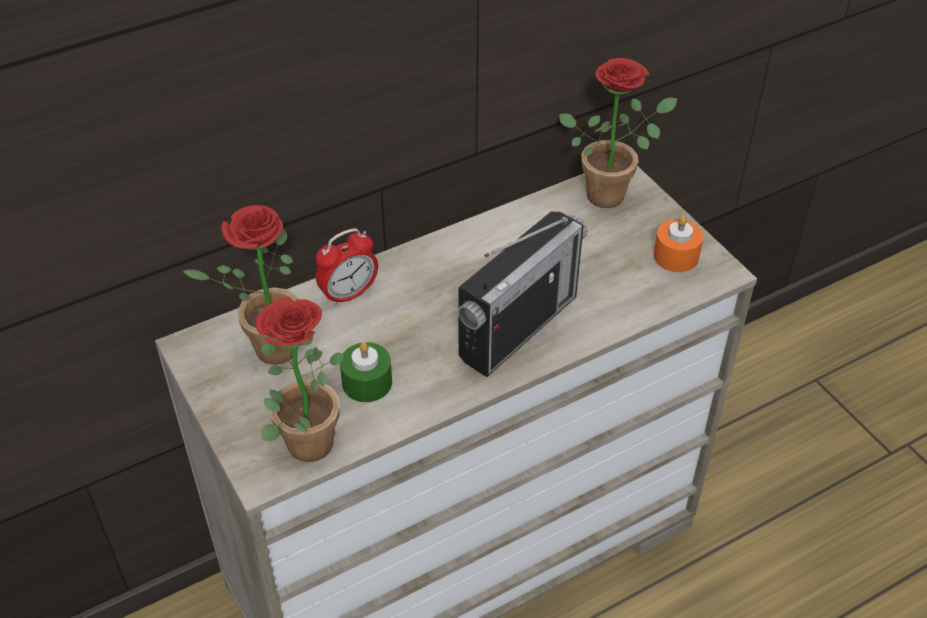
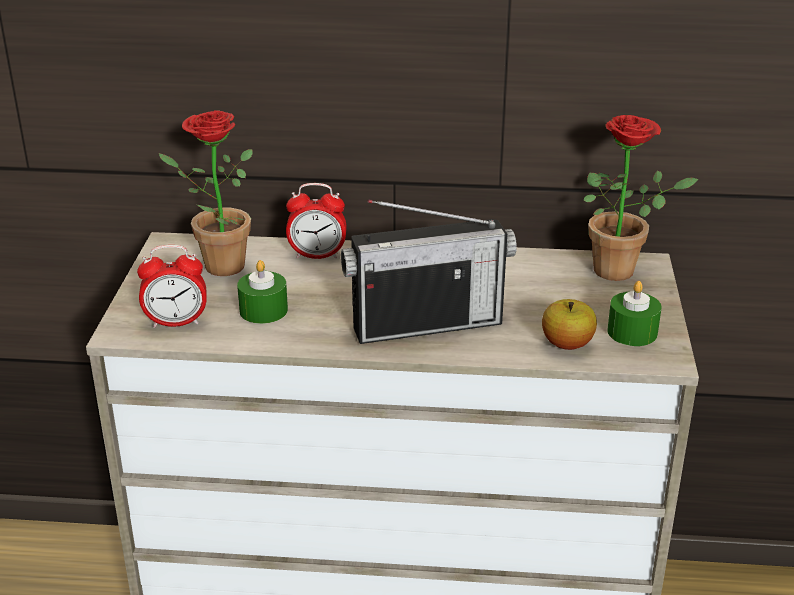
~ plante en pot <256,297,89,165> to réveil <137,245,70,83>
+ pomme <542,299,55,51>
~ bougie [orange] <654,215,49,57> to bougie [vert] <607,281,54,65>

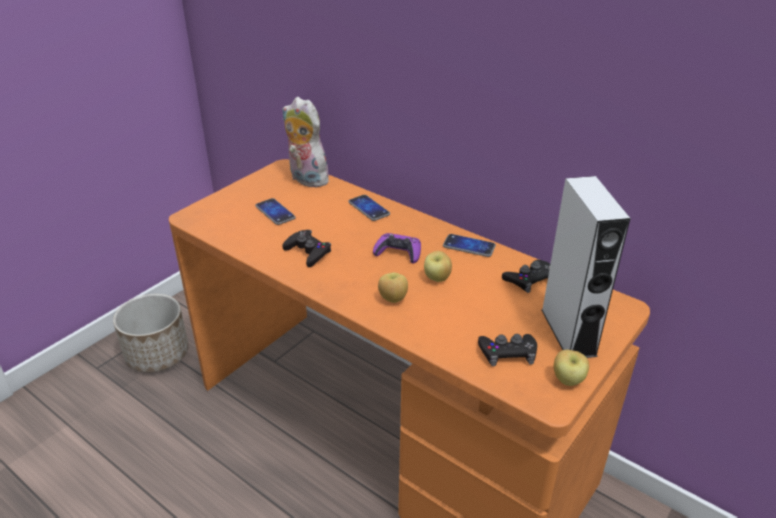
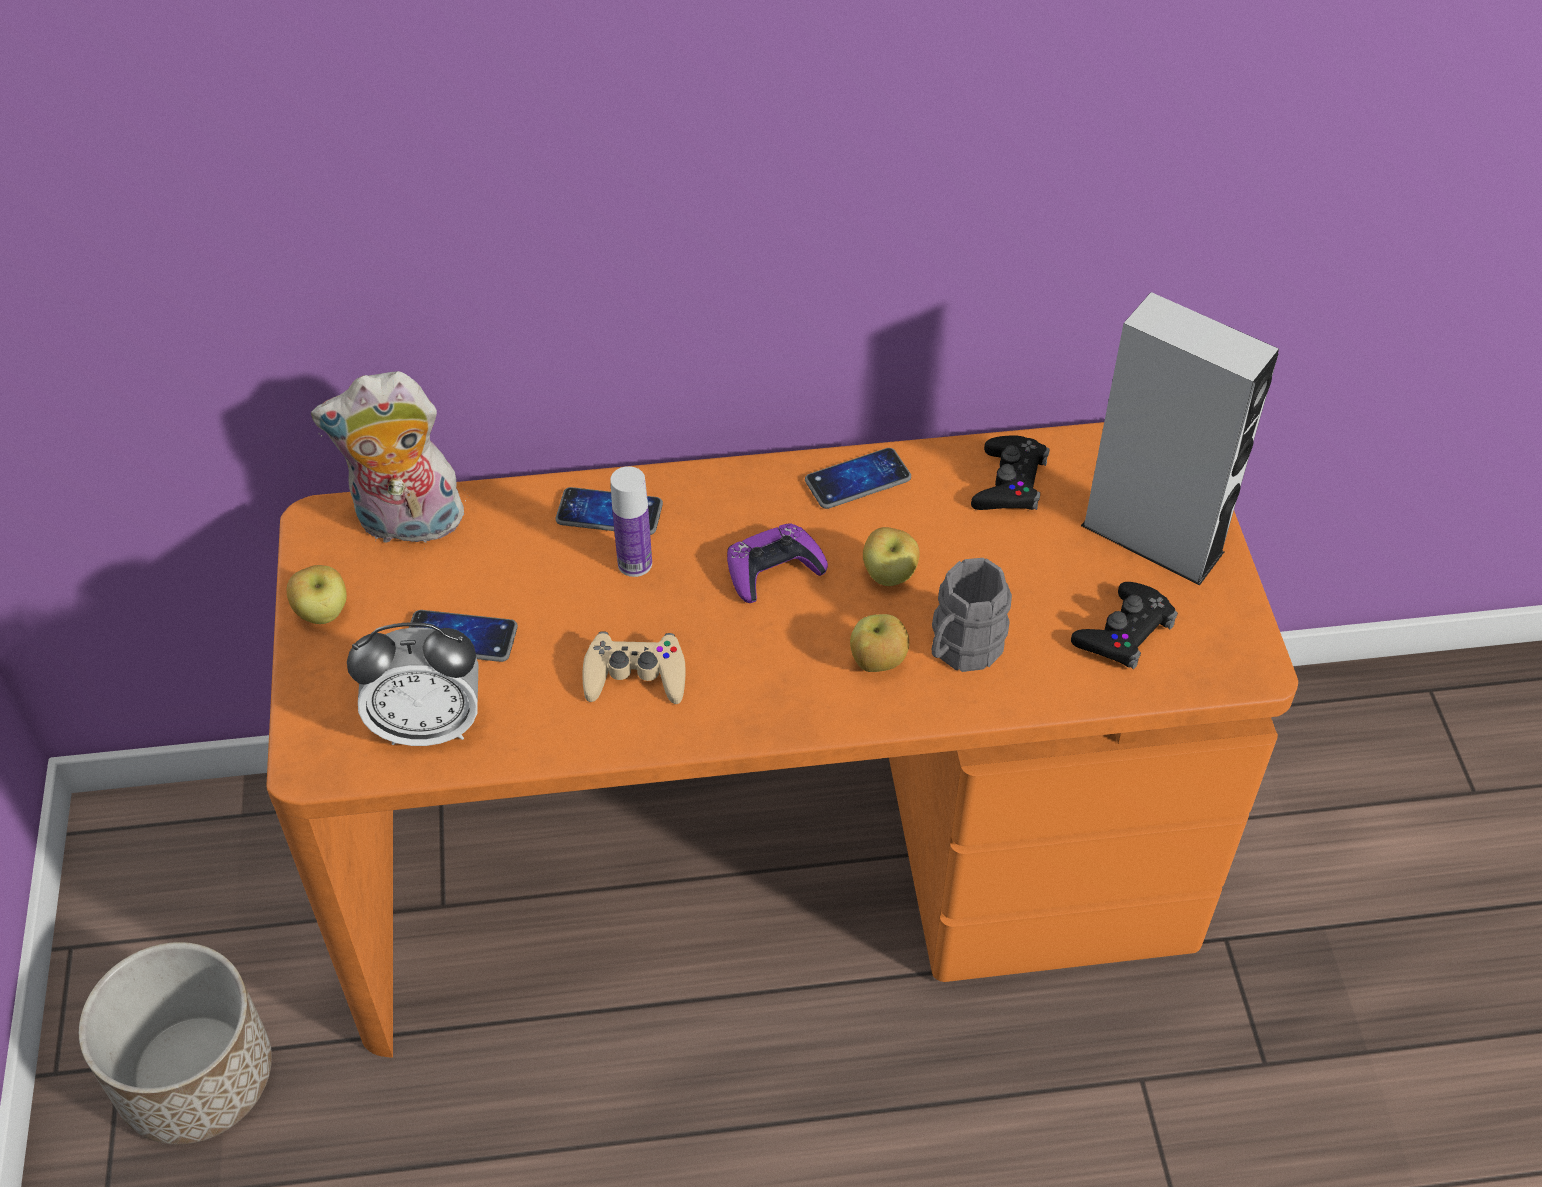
~ pomme <554,350,35,36> to <287,565,60,59>
+ réveil <347,623,131,123>
~ manette [noir] <283,230,48,37> to manette [beige] <583,631,103,73>
+ bouteille <610,466,42,111>
+ mug [gris] <932,558,80,114>

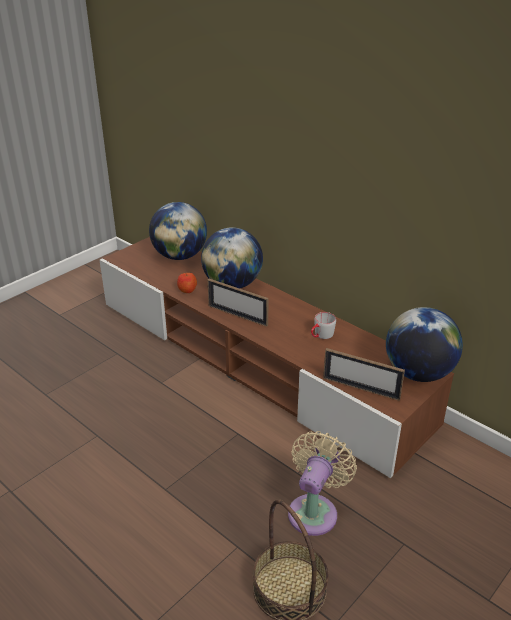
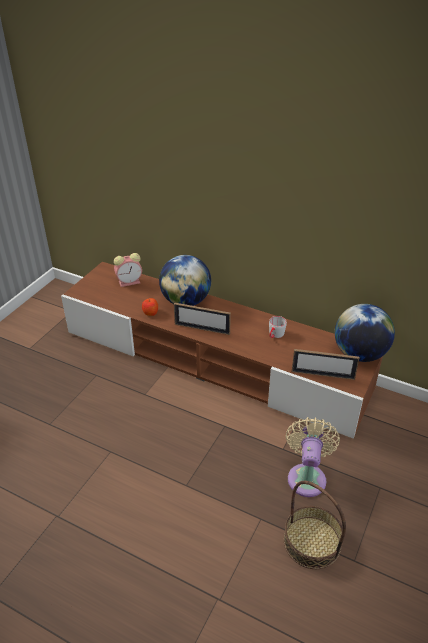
~ globe <149,202,58,58> to réveil <114,253,28,34>

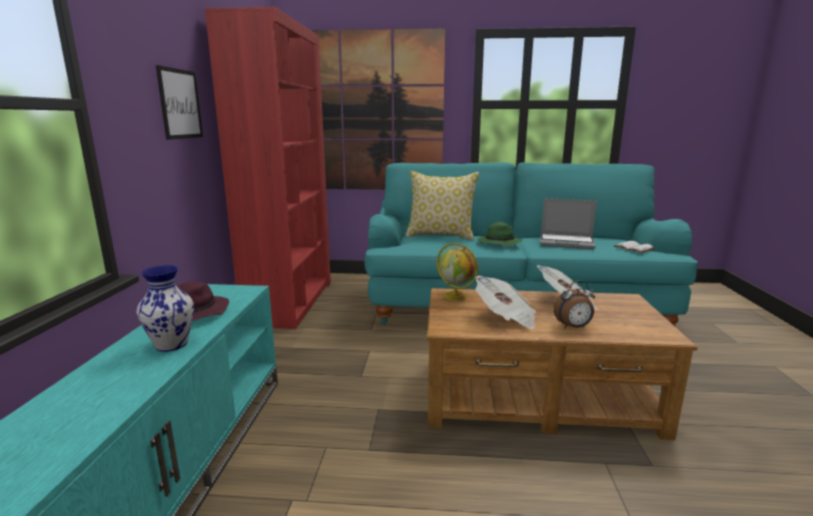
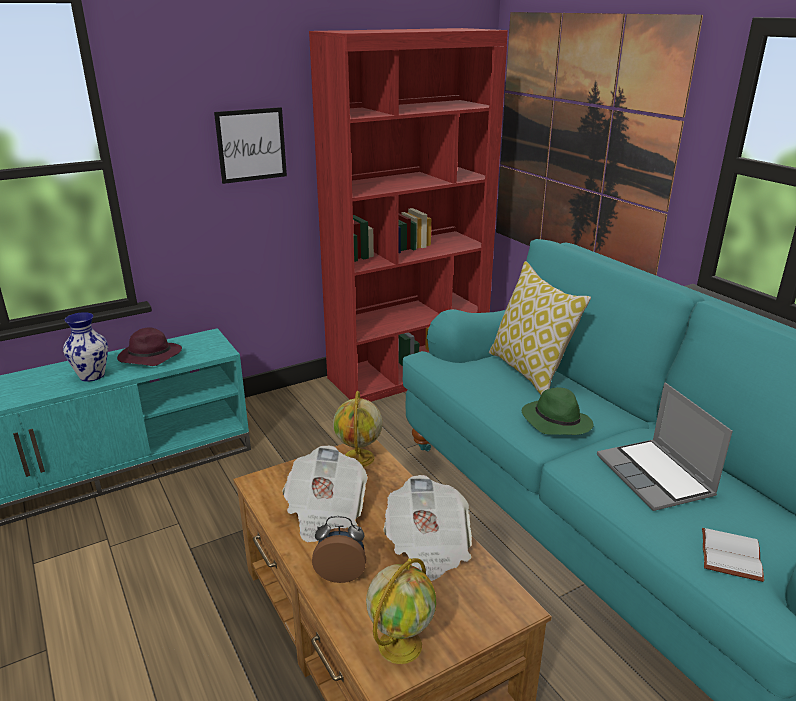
~ réveil <553,281,42,47> = <312,516,54,67> 135 degrees clockwise
+ globe <366,558,70,106>

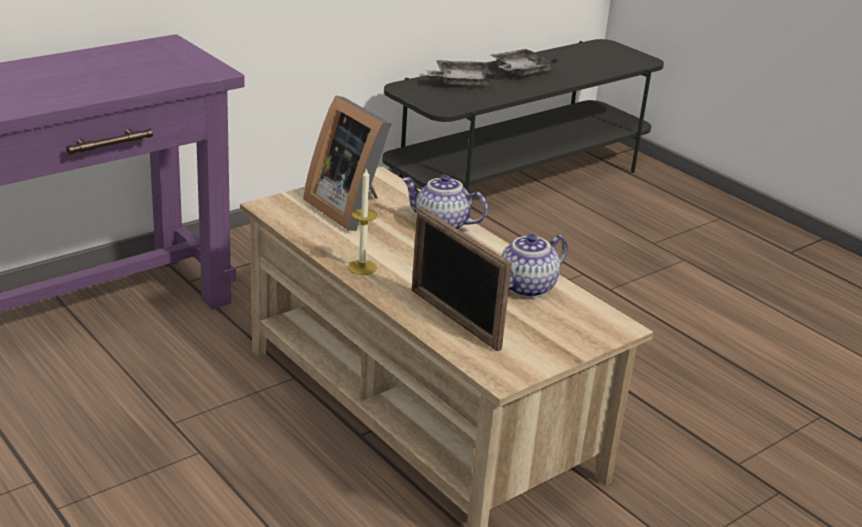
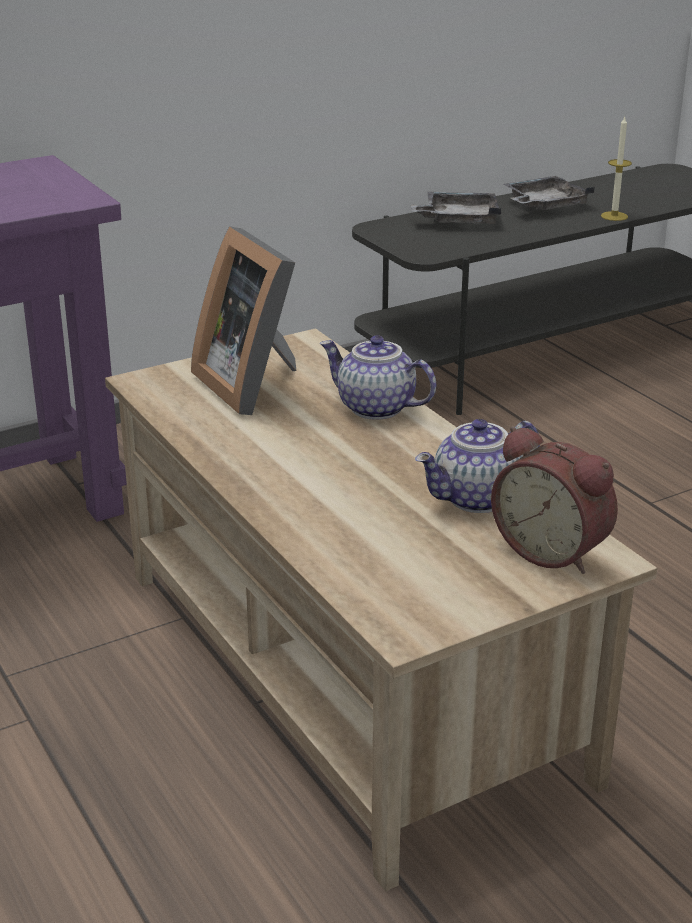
+ réveil <491,426,127,148>
~ bougie <348,168,29,107> to <601,117,31,104>
- cadre photo <412,207,100,145>

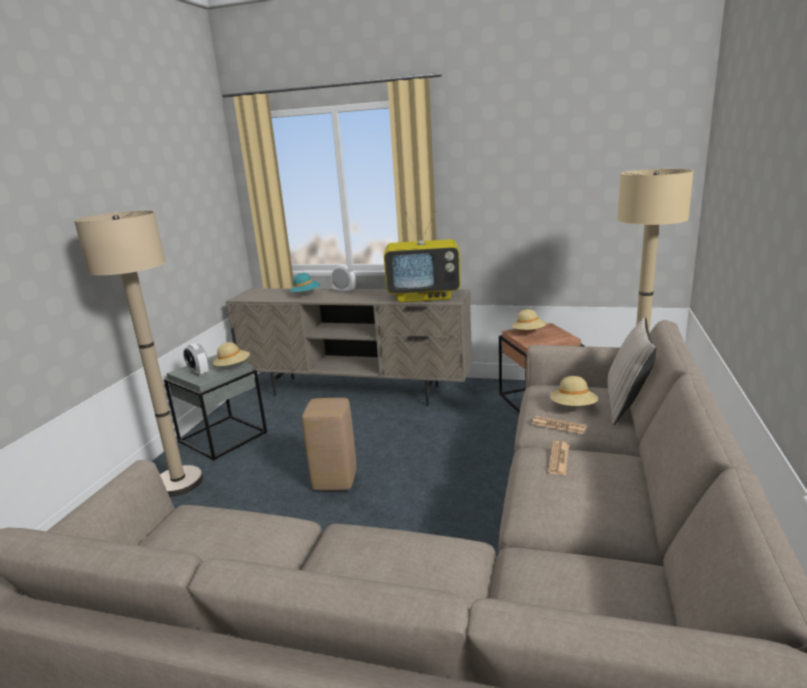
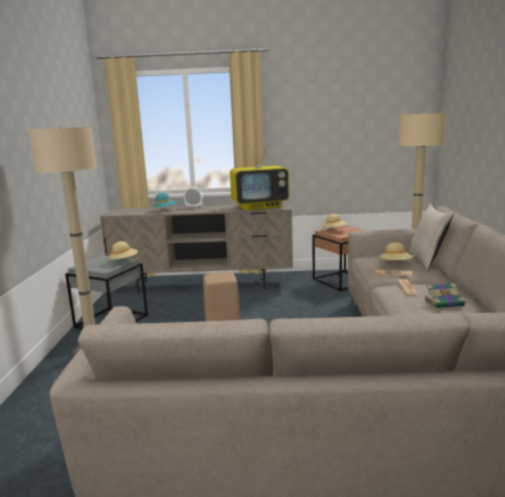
+ livre <424,283,44,25>
- réveil <183,343,26,34>

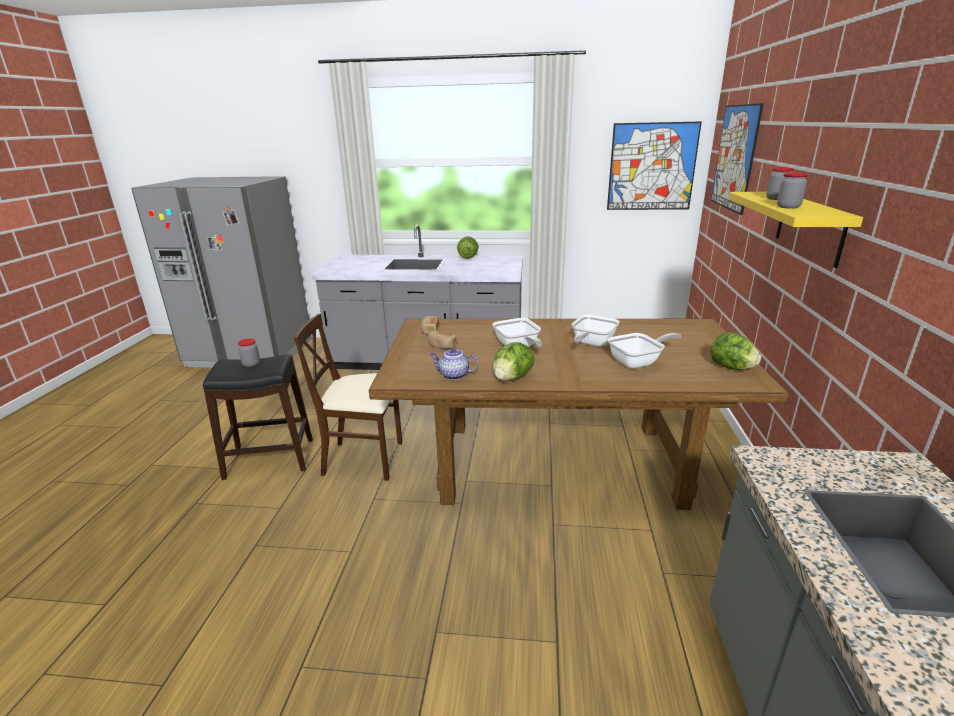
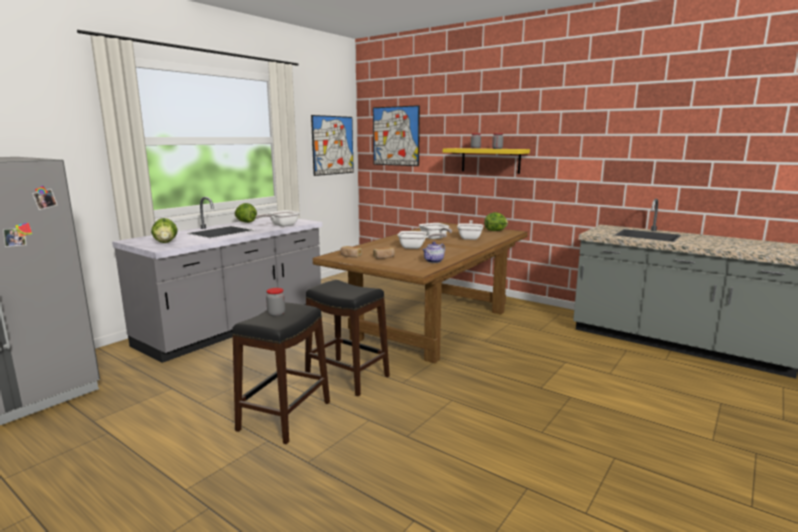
~ laitue <492,342,43,39> to <151,218,27,25>
+ poêle <256,210,44,17>
~ chaise [beige] <294,314,108,167> to tabouret [noir] <305,280,85,116>

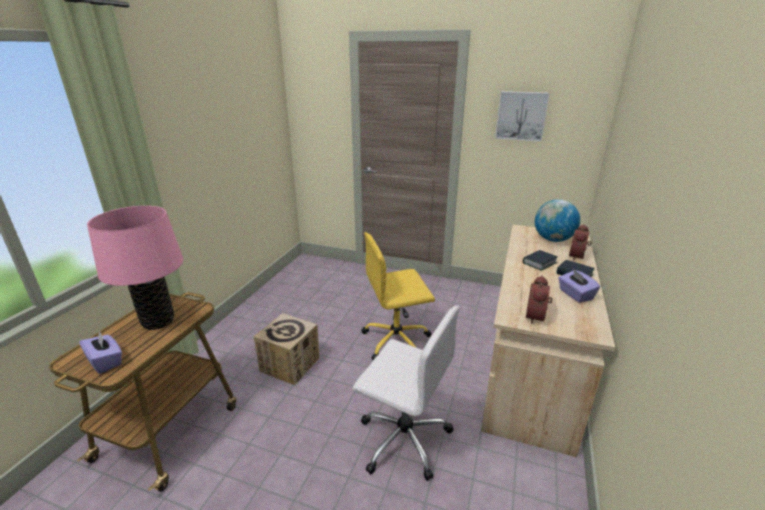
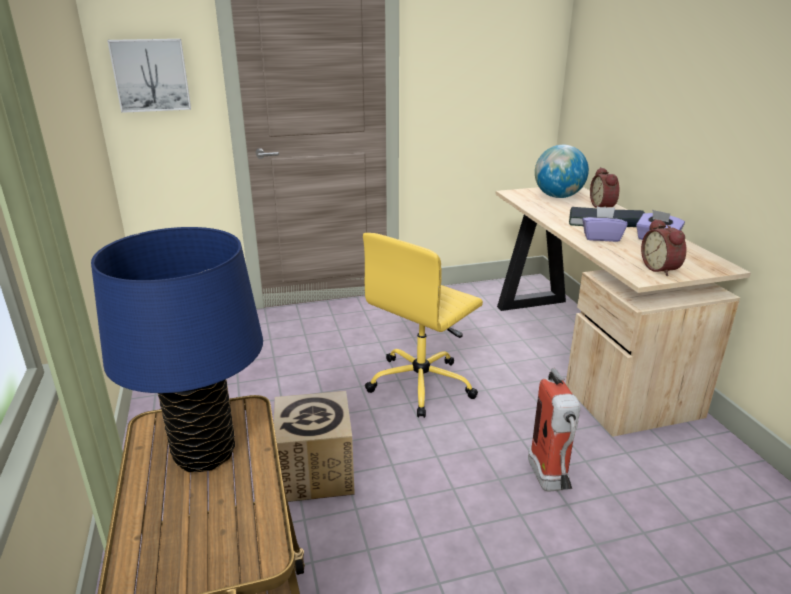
~ lampe de table [rose] <87,206,96,124> to lampe de table [bleu] <91,227,172,245>
~ tableau <495,91,55,51> to <107,39,84,74>
~ chaise de bureau [blanc] <352,305,108,176> to extincteur <528,368,53,123>
~ boîte à mouchoirs [violet] <79,330,43,44> to <582,207,46,35>

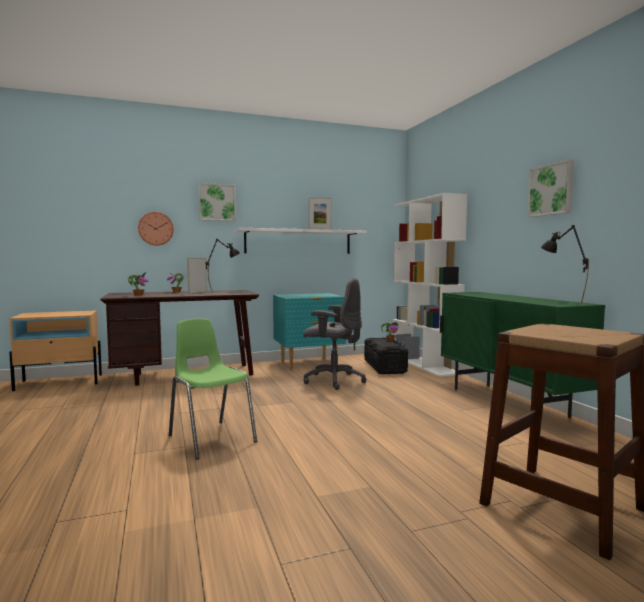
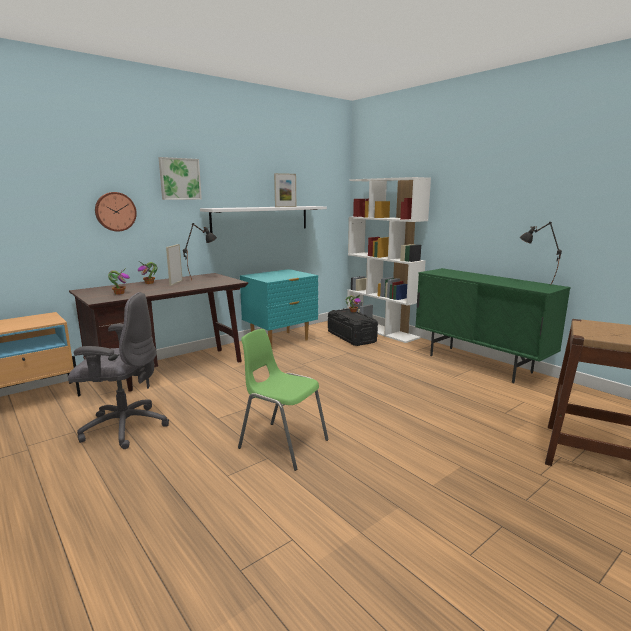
~ chaise de bureau [gris] <303,278,63,112> to <68,292,101,157>
- tableau <527,159,47,58>

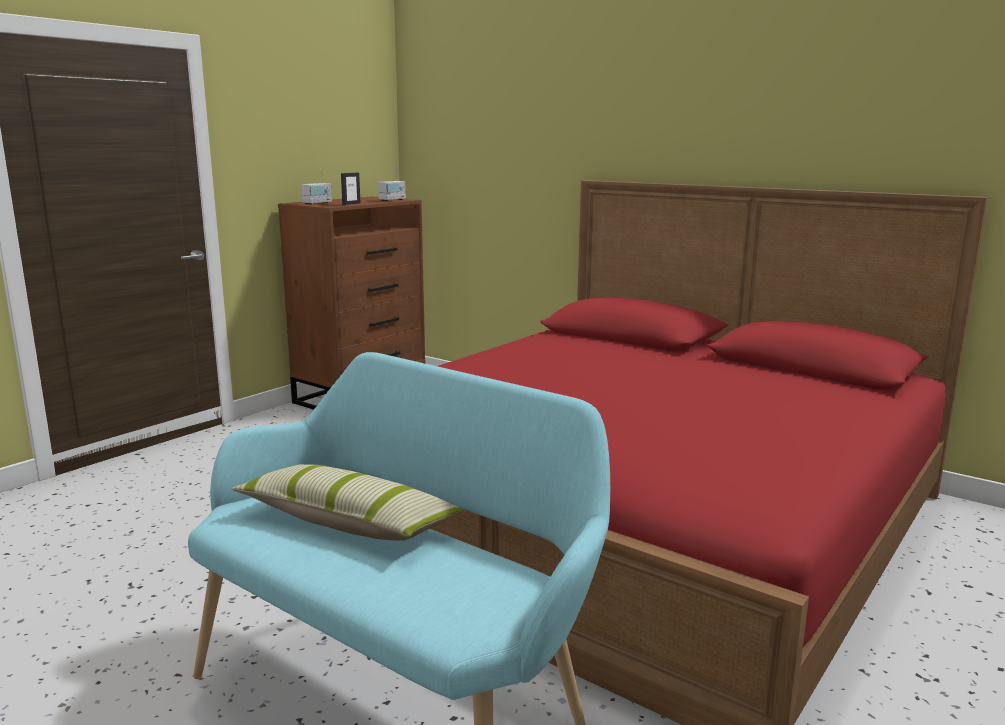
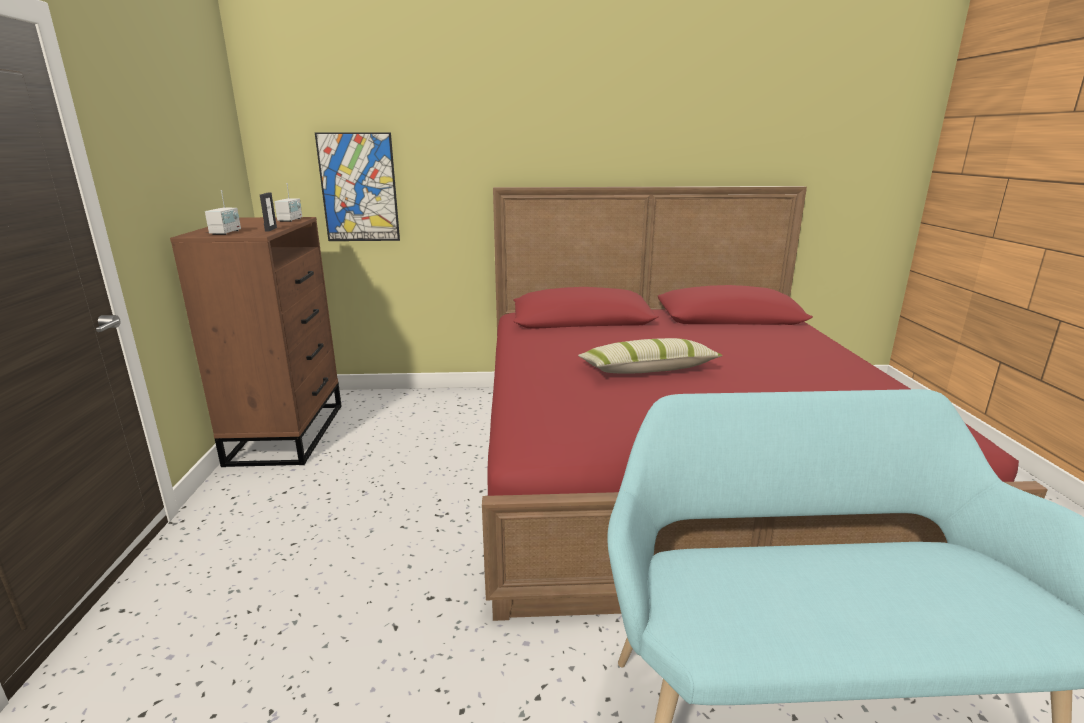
+ tableau <315,132,85,109>
~ coussin <232,464,232,77> to <578,338,145,36>

